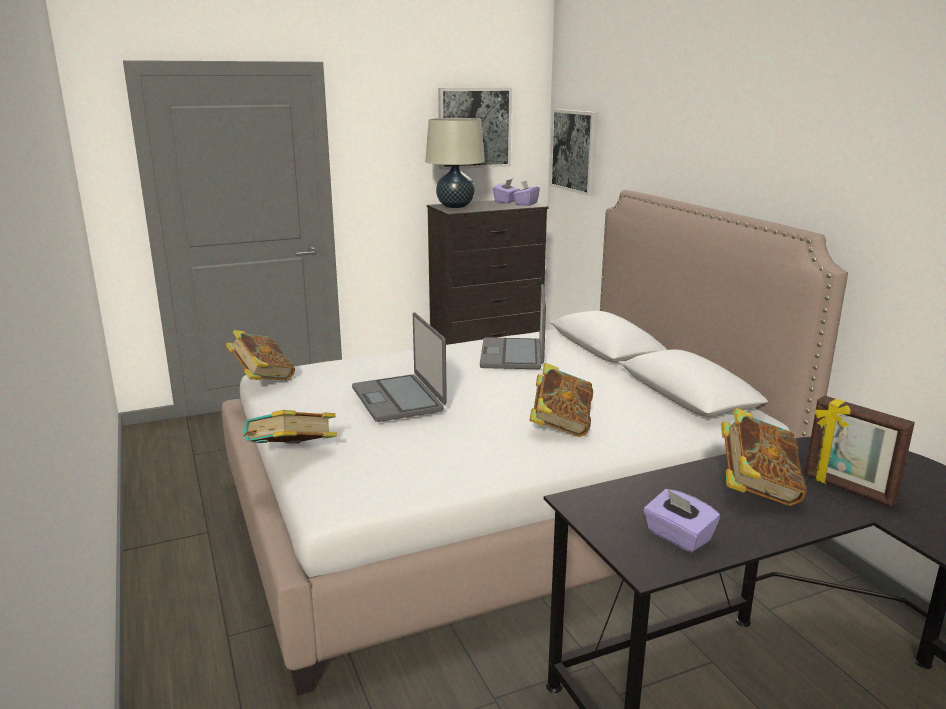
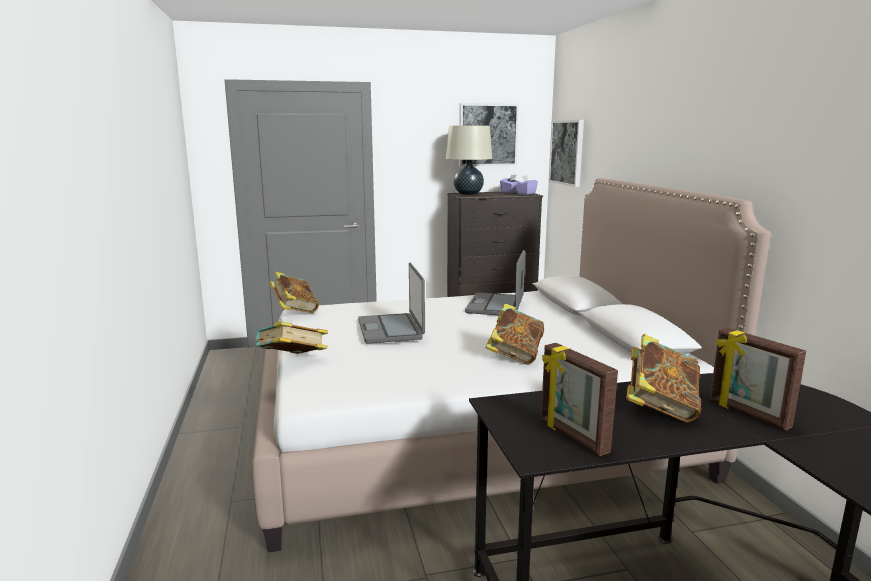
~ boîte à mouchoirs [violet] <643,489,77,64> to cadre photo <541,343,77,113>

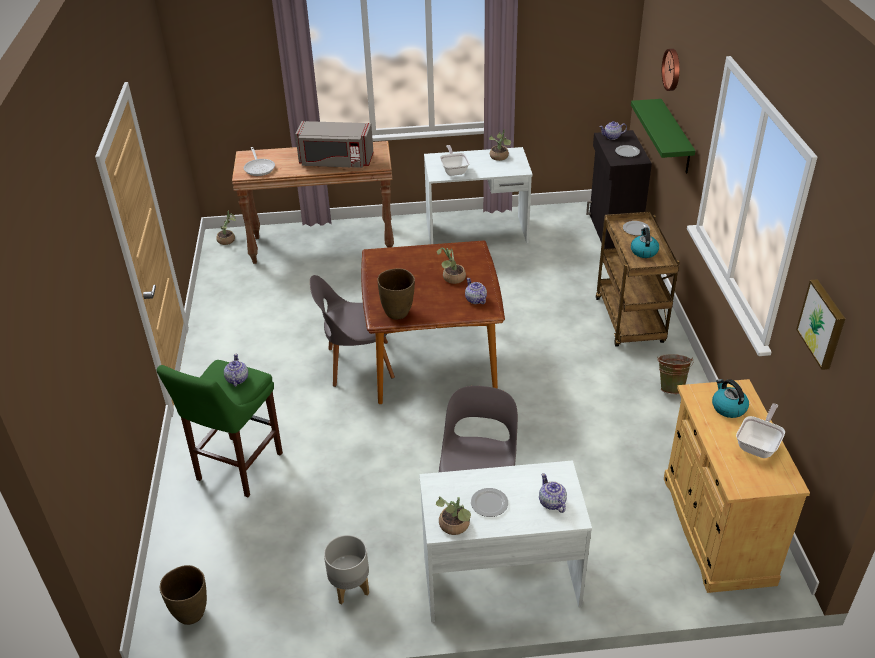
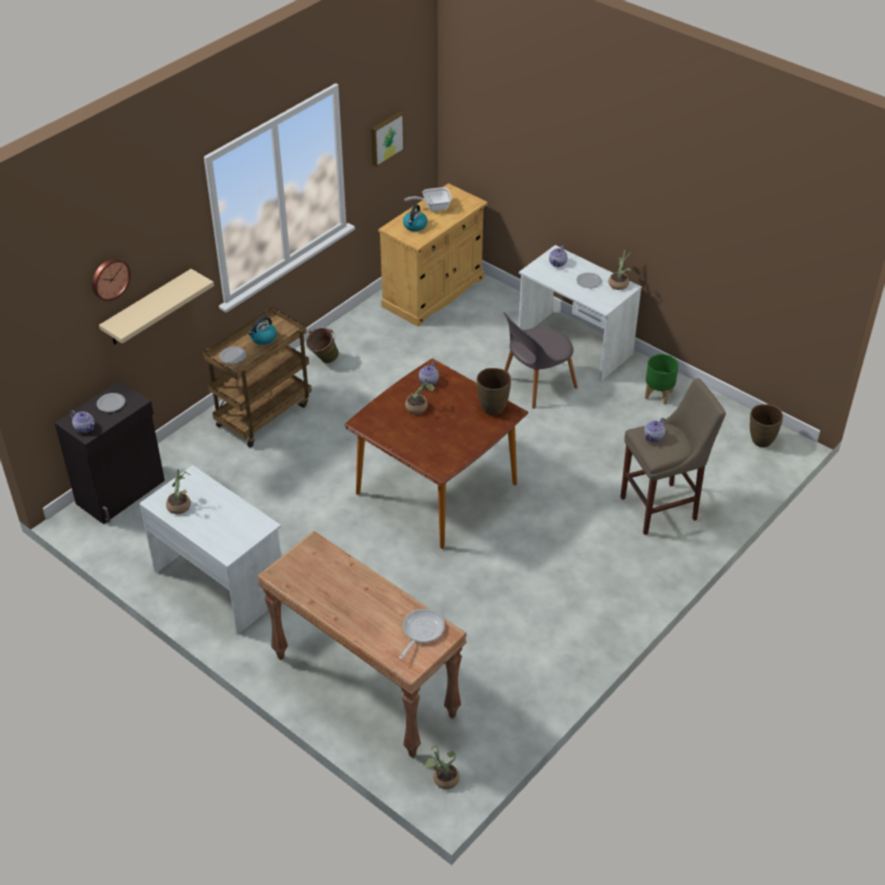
~ étagère [vert] <631,99,64,74> to étagère [beige] <99,269,115,76>
~ tabouret [vert] <157,360,126,137> to tabouret [beige] <620,378,106,157>
~ cache-pot [gris] <324,535,45,69> to cache-pot [vert] <645,354,34,51>
- micro-ondes [gris] <295,121,79,47>
- chaise [gris] <310,275,85,112>
- poêle <440,145,30,31>

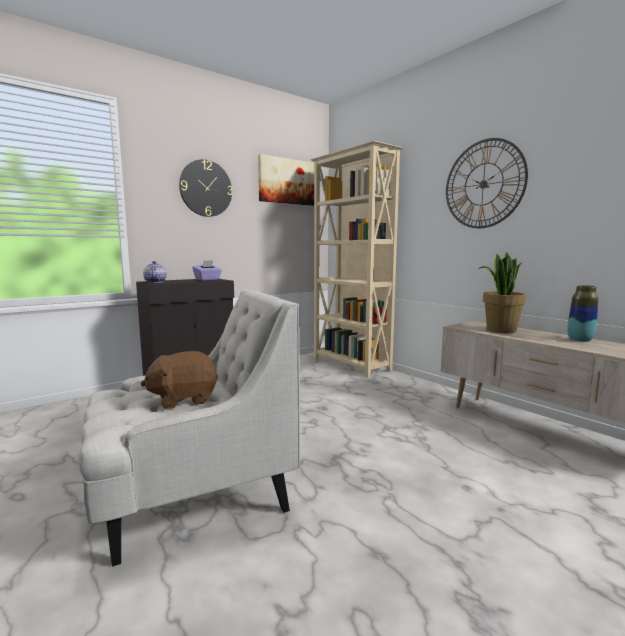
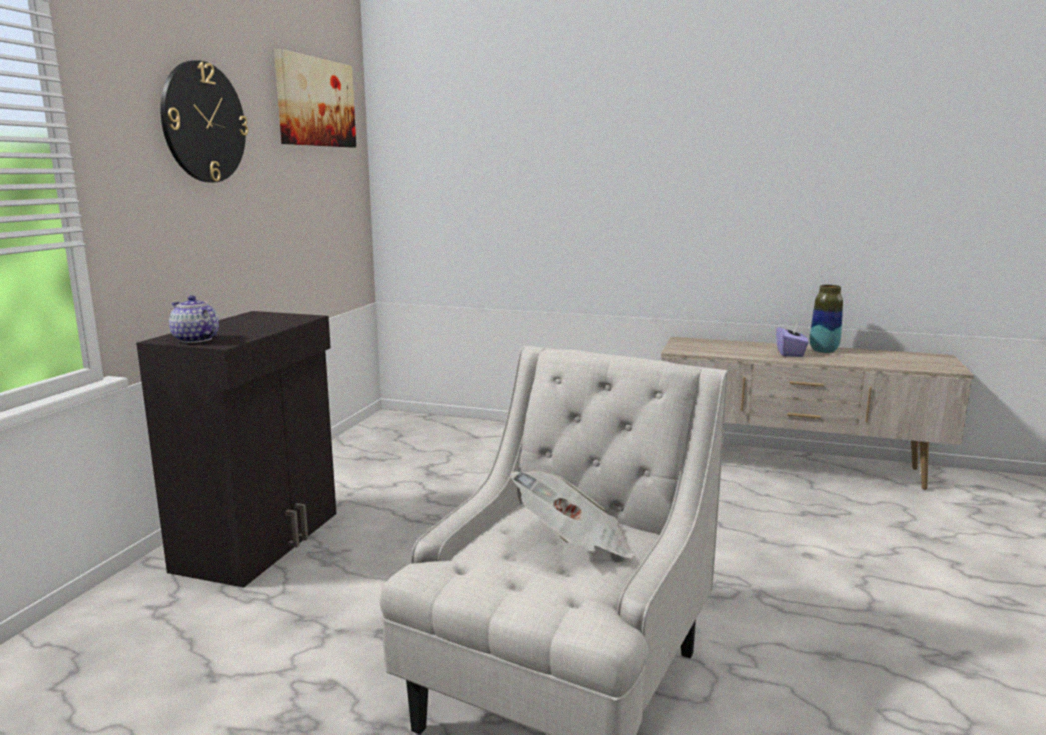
~ peluche [marron] <141,351,77,58> to journal <510,471,125,87>
~ boîte à mouchoirs [violet] <193,260,29,21> to <776,322,33,35>
- bibliothèque [beige] <310,141,93,237>
- horloge murale <446,138,82,90>
- plante en pot <479,252,47,81>

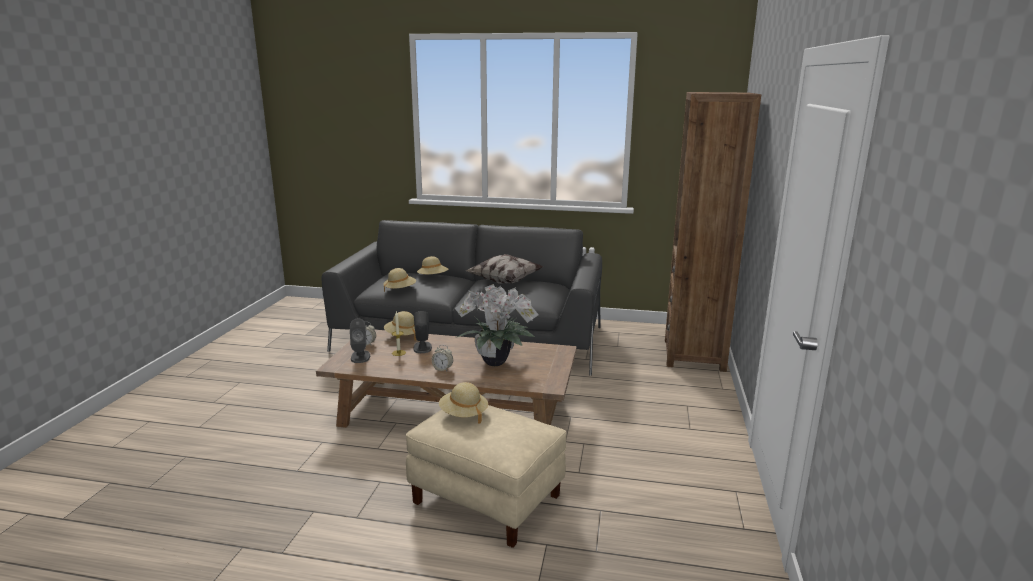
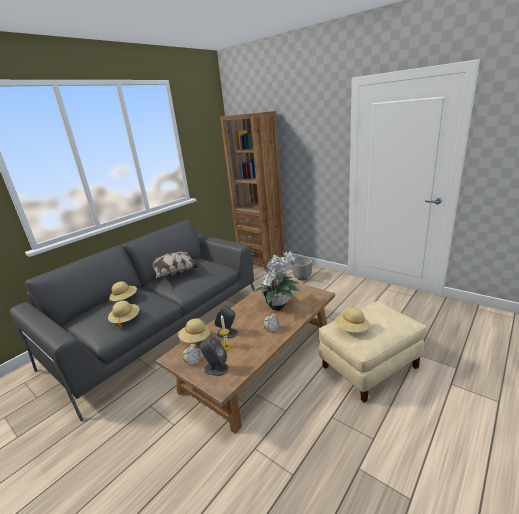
+ cache-pot <292,257,20,23>

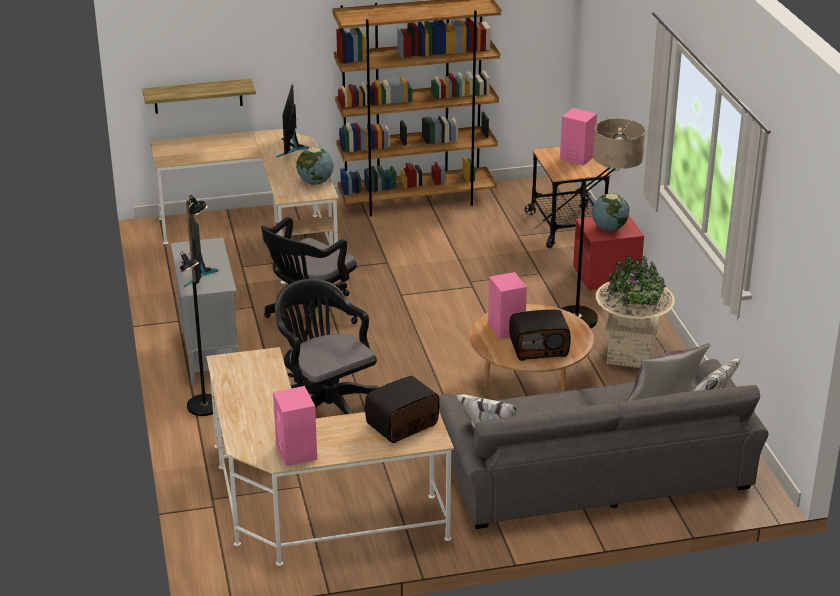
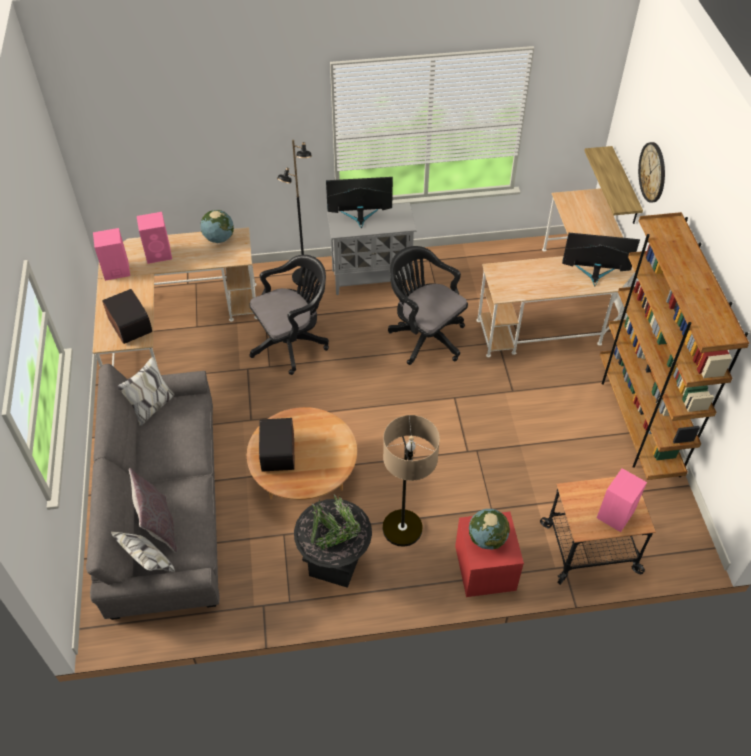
~ enceinte [rose] <488,272,39,67> to <137,212,35,52>
~ globe <296,147,38,38> to <201,210,33,33>
~ cache-pot [beige] <596,256,79,112> to cache-pot [noir] <294,495,78,93>
+ horloge murale <638,142,27,61>

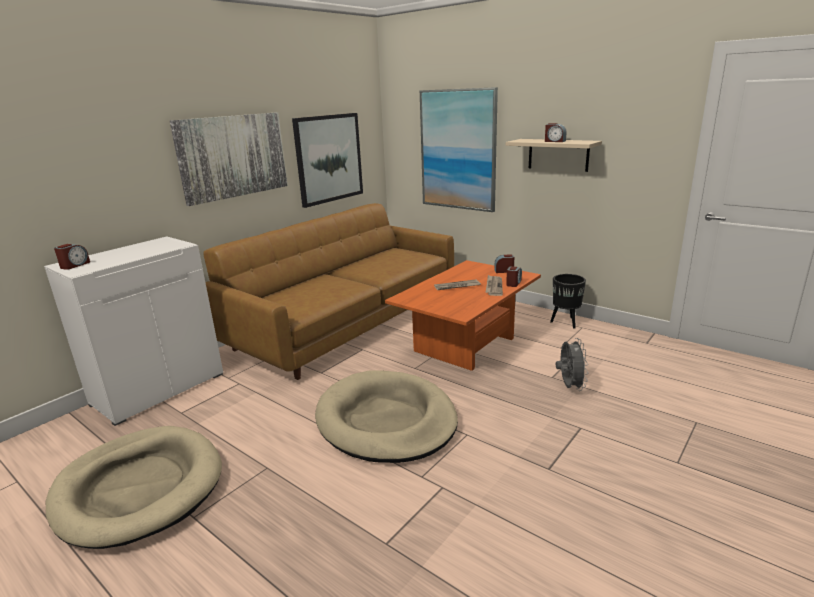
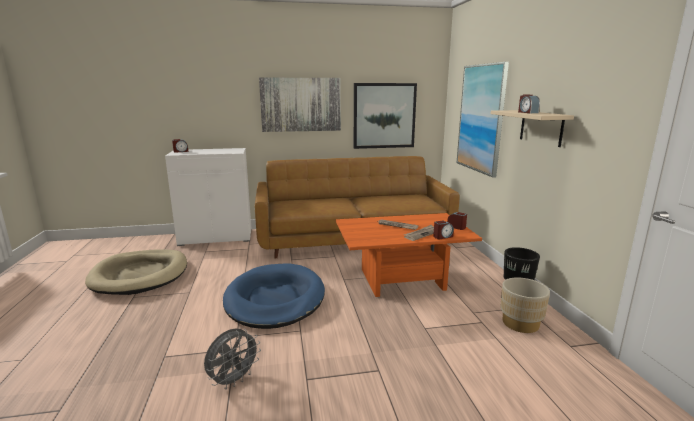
~ ventilateur [gris] <556,338,32,53> to <204,329,57,60>
~ panier pour chien [beige] <315,370,143,93> to panier pour chien [bleu] <223,263,102,66>
+ cache-pot [beige] <500,277,50,56>

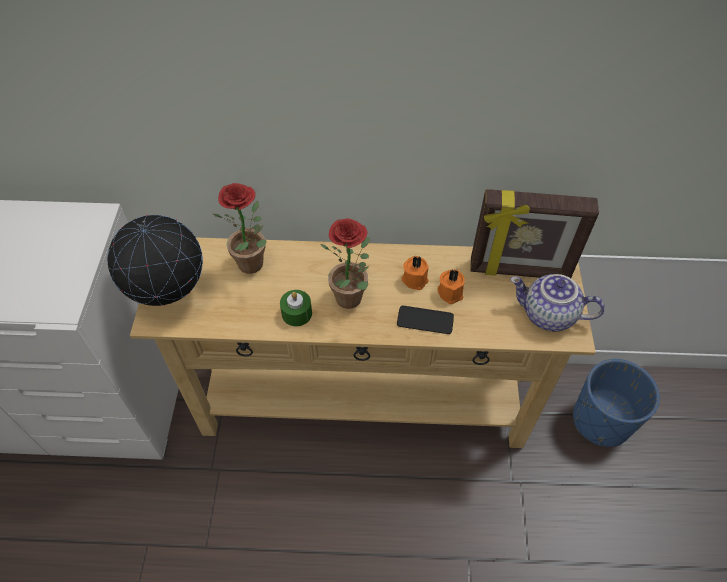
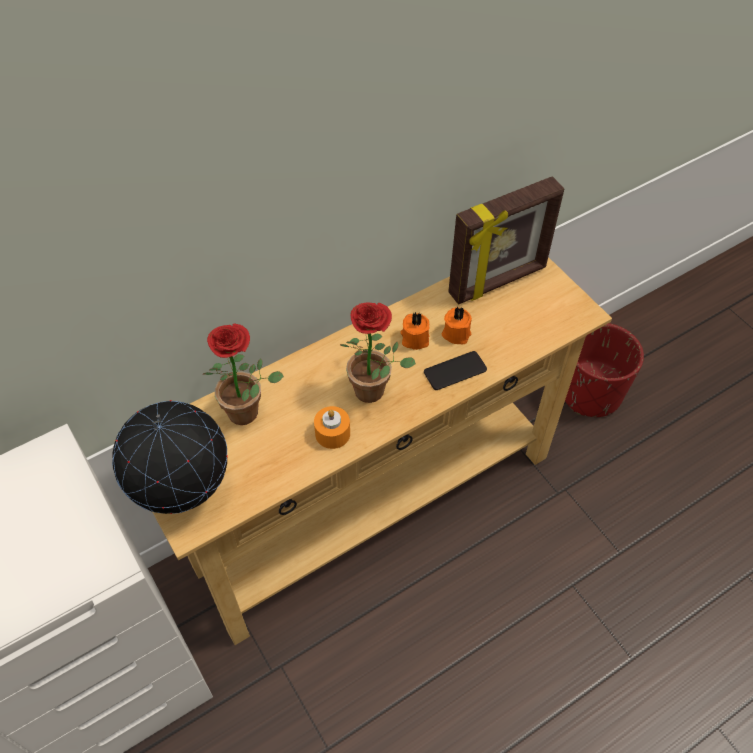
~ bougie [vert] <280,290,32,36> to bougie [orange] <314,406,36,43>
~ cache-pot [bleu] <573,359,87,88> to cache-pot [rouge] <565,323,79,94>
- théière <510,274,95,58>

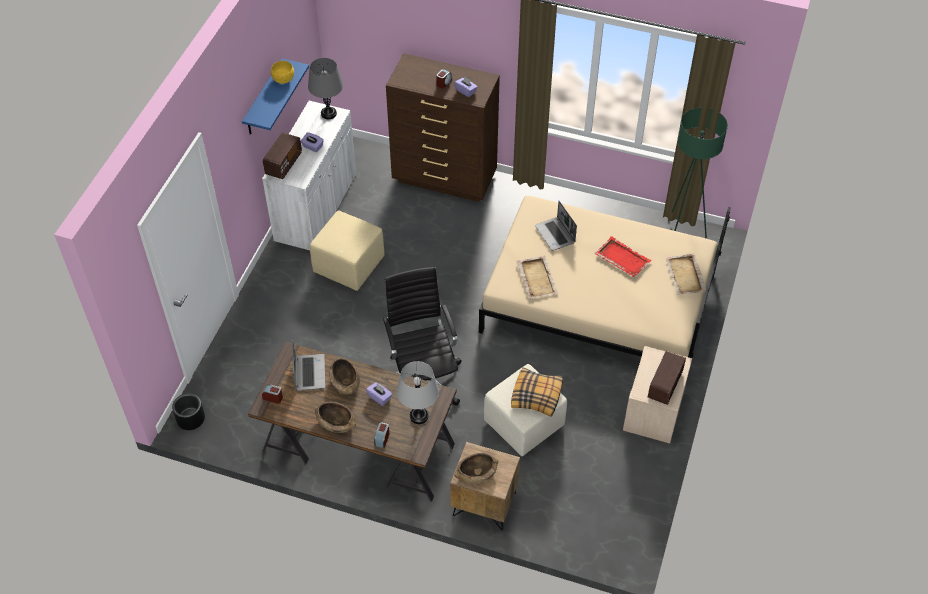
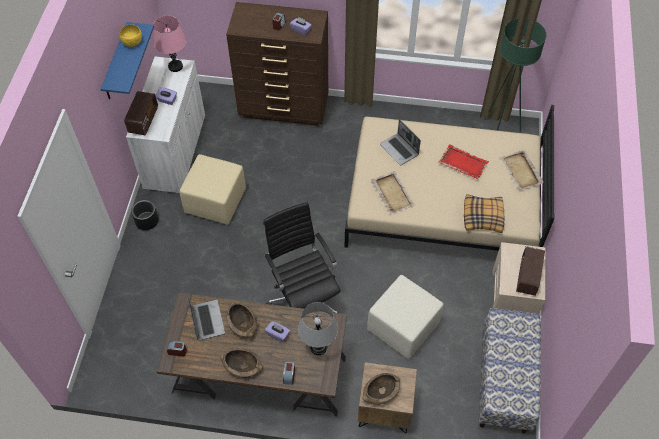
~ cache-pot [noir] <172,393,33,37> to <131,200,28,30>
~ lampe de table [gris] <308,58,35,61> to lampe de table [rose] <153,16,34,56>
~ coussin <511,368,52,49> to <464,194,40,39>
+ banc <478,308,63,126>

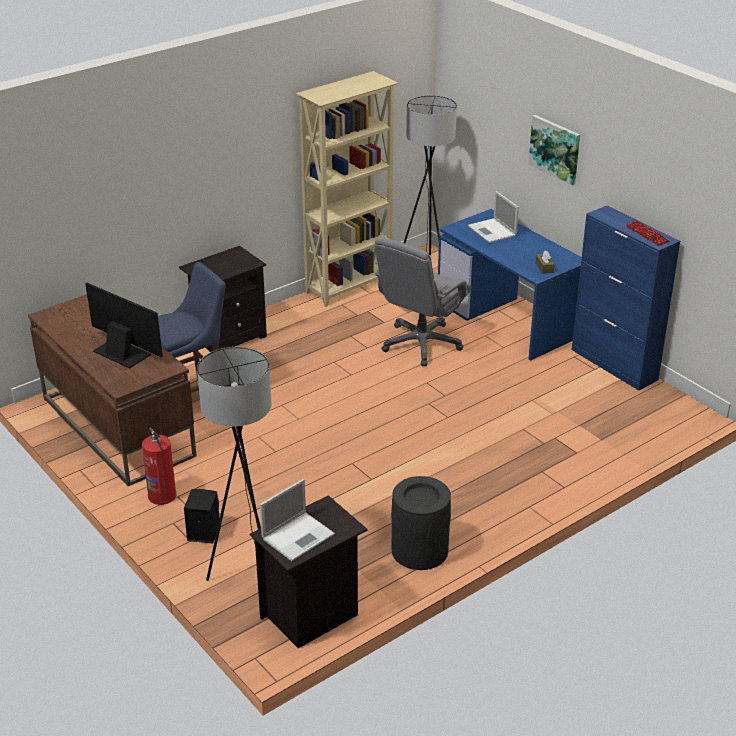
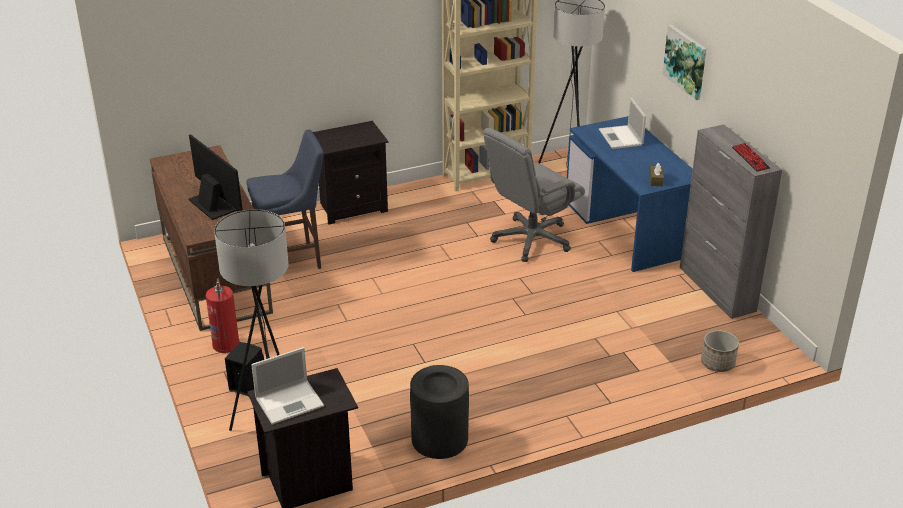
~ meuble de rangement [bleu] <572,205,108,186> to meuble de rangement [gris] <680,124,102,195>
+ cache-pot <701,330,38,42>

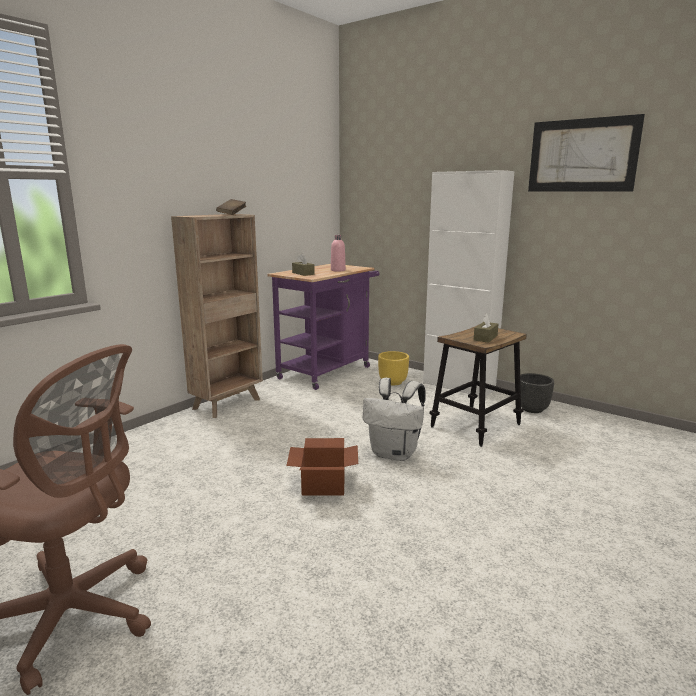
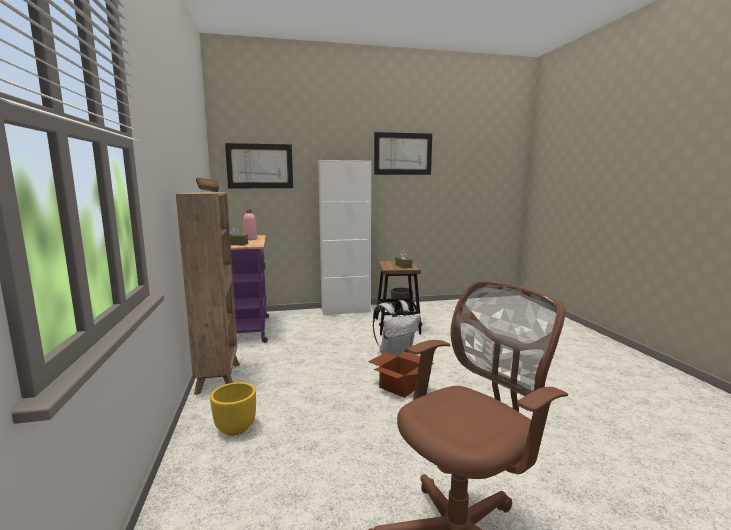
~ cache-pot [jaune] <378,351,31,34> to <210,382,46,54>
+ tableau <225,143,68,45>

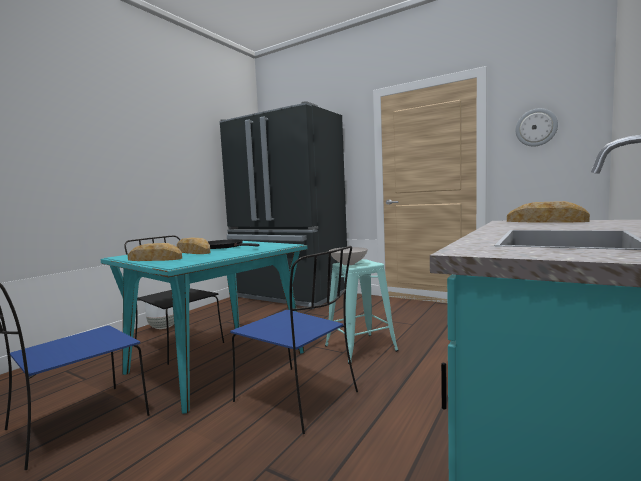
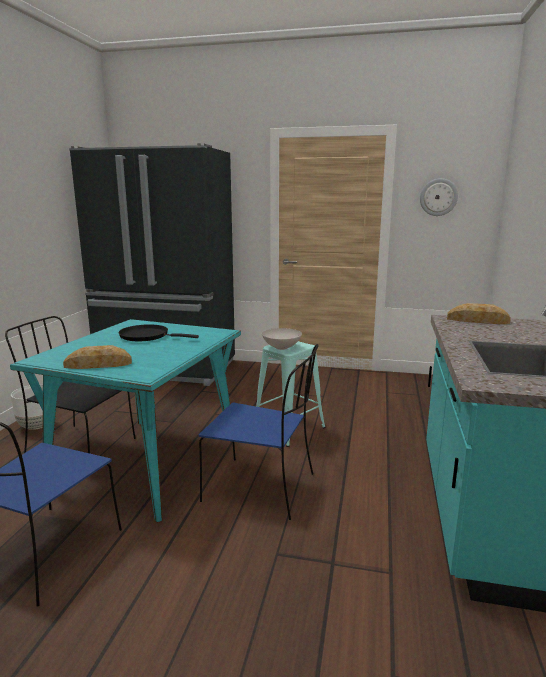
- pain <177,238,34,16>

